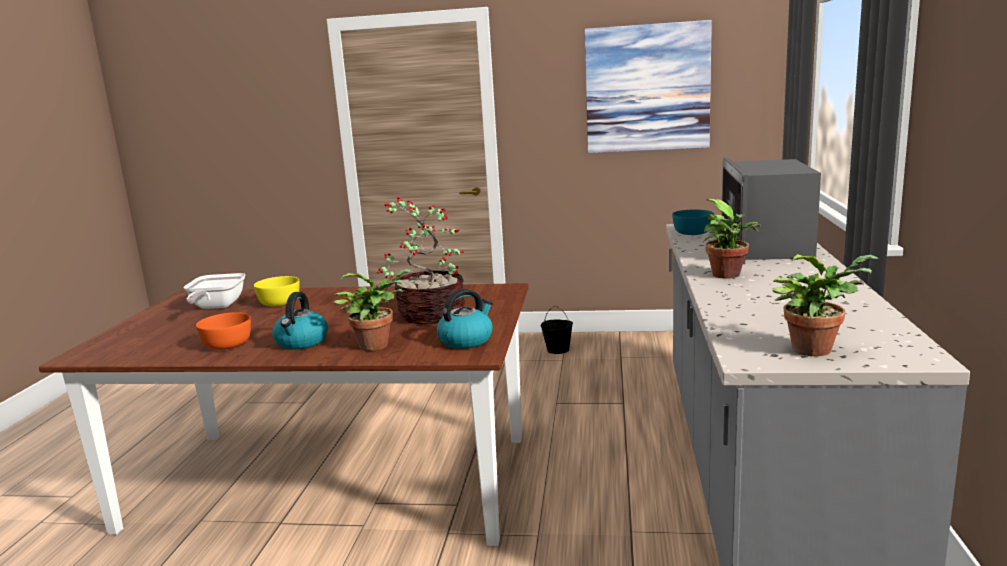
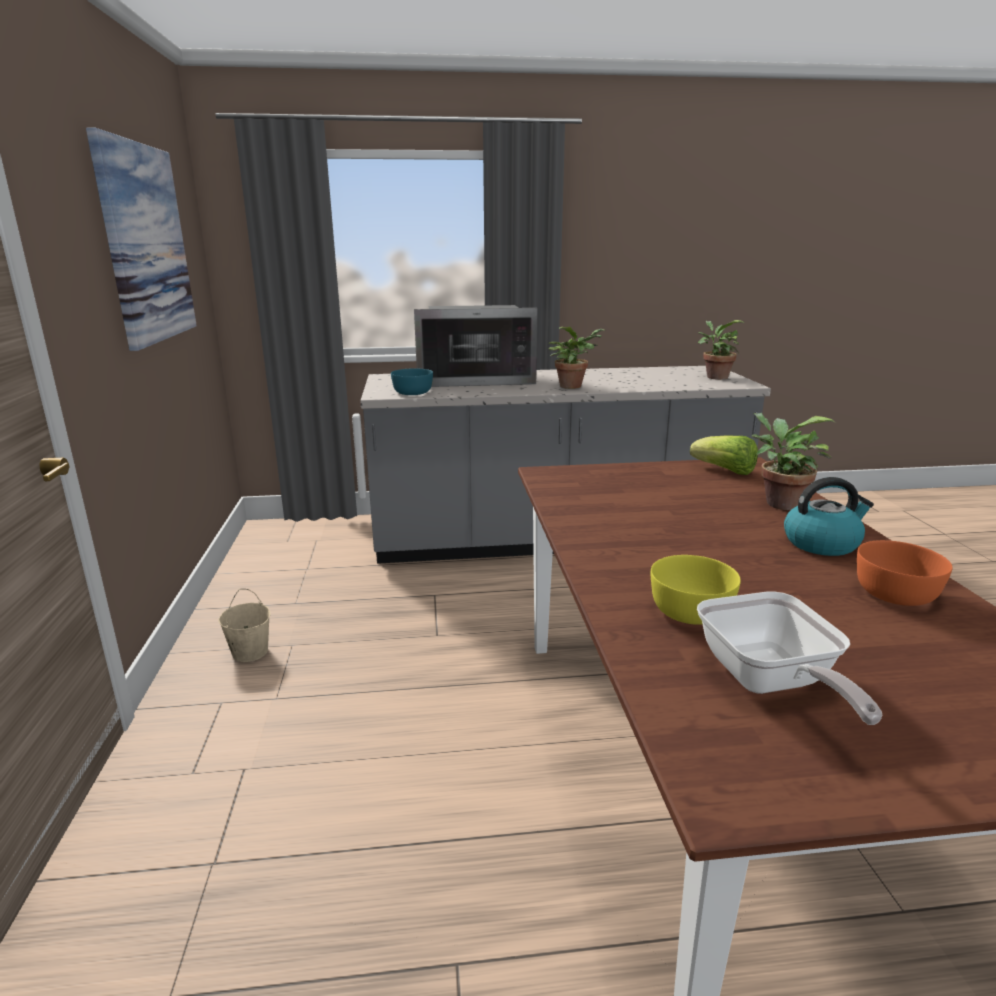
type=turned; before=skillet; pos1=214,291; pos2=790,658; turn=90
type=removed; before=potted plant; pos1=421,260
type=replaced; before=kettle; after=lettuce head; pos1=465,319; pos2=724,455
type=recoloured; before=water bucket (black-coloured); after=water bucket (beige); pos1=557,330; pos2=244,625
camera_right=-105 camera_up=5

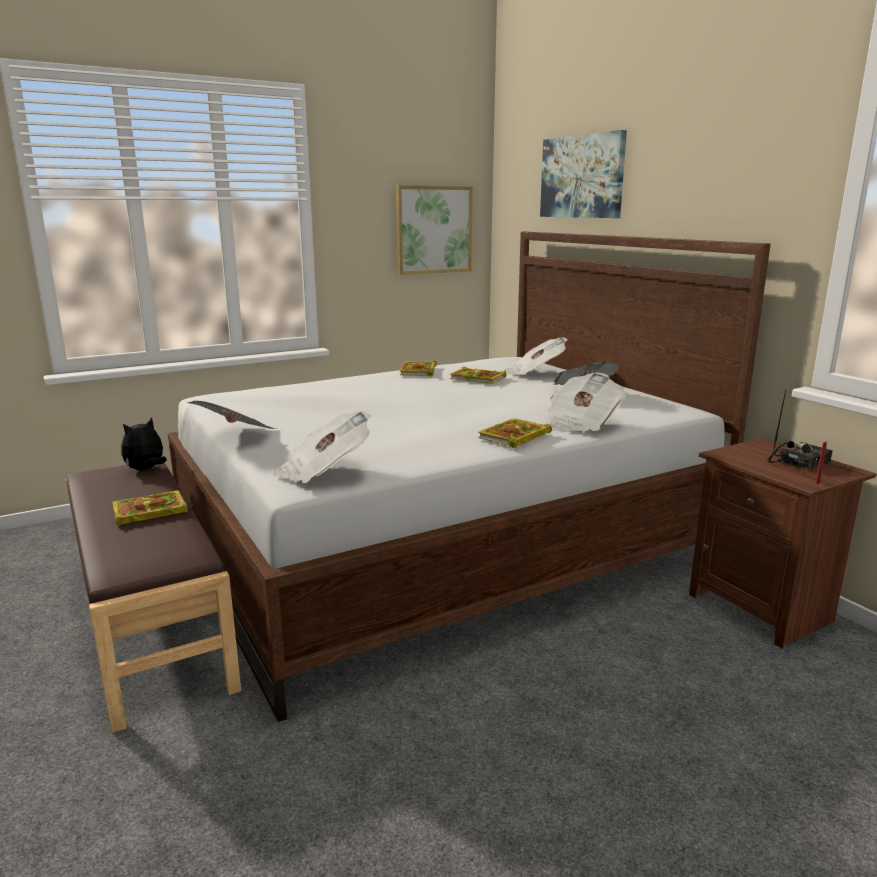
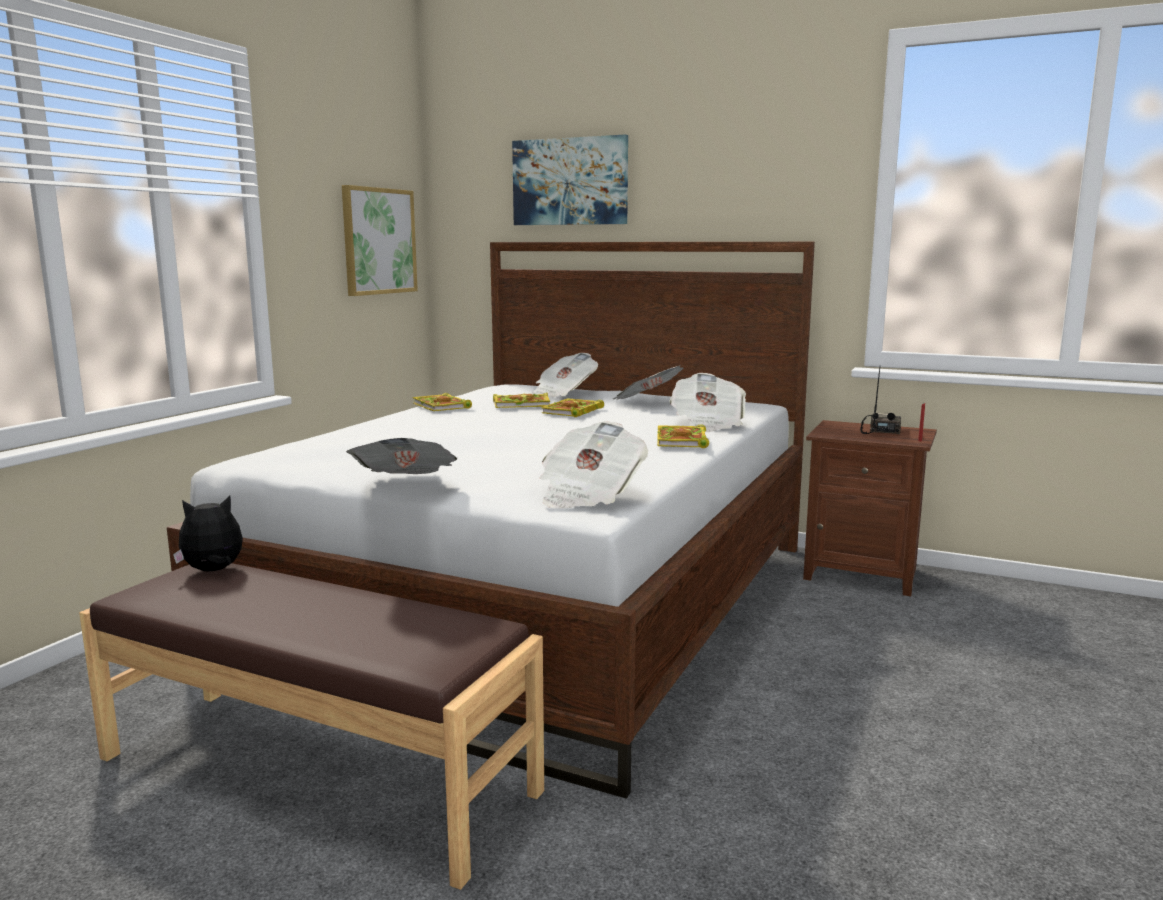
type=moved; before=volume; pos1=150,507; pos2=572,407
type=turned; before=plush toy; pos1=144,443; pos2=208,533; turn=60
camera_right=-35 camera_up=-5

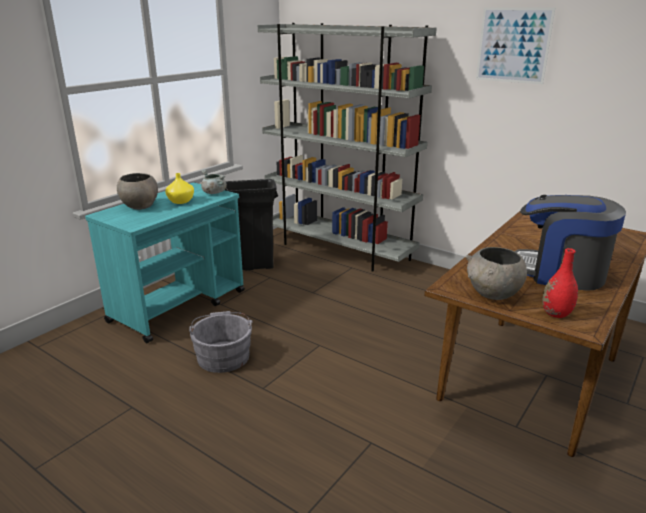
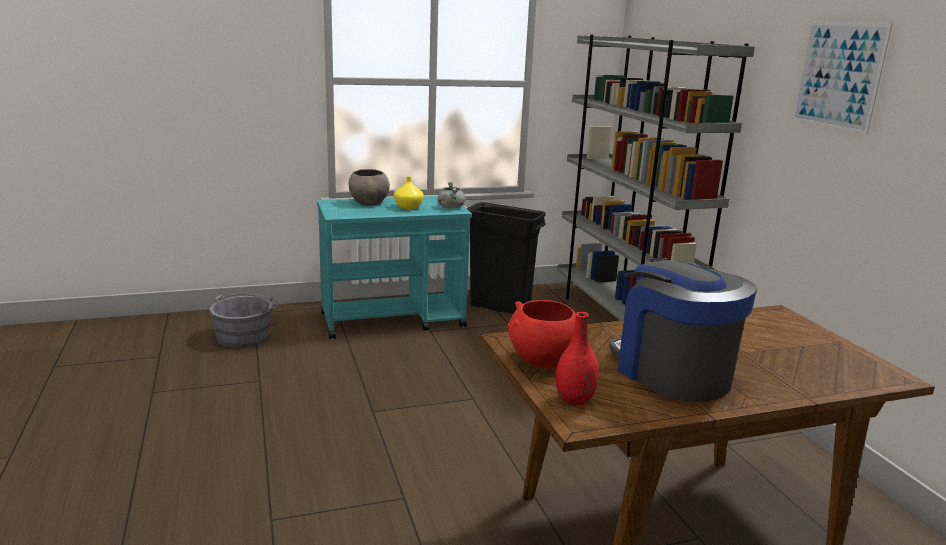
type=moved; before=water bucket (greyish); pos1=221,342; pos2=244,321
type=recoloured; before=deep dish (greyish); after=deep dish (red); pos1=496,273; pos2=542,334
camera_right=35 camera_up=-5

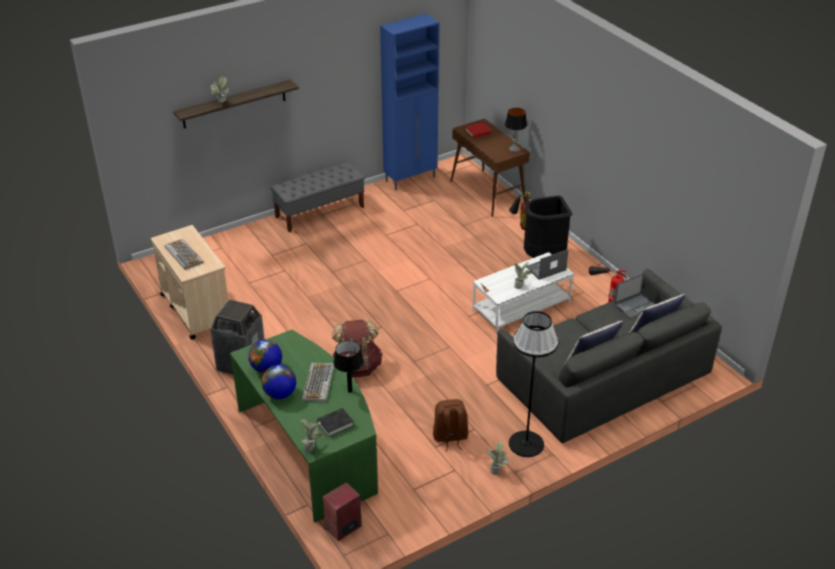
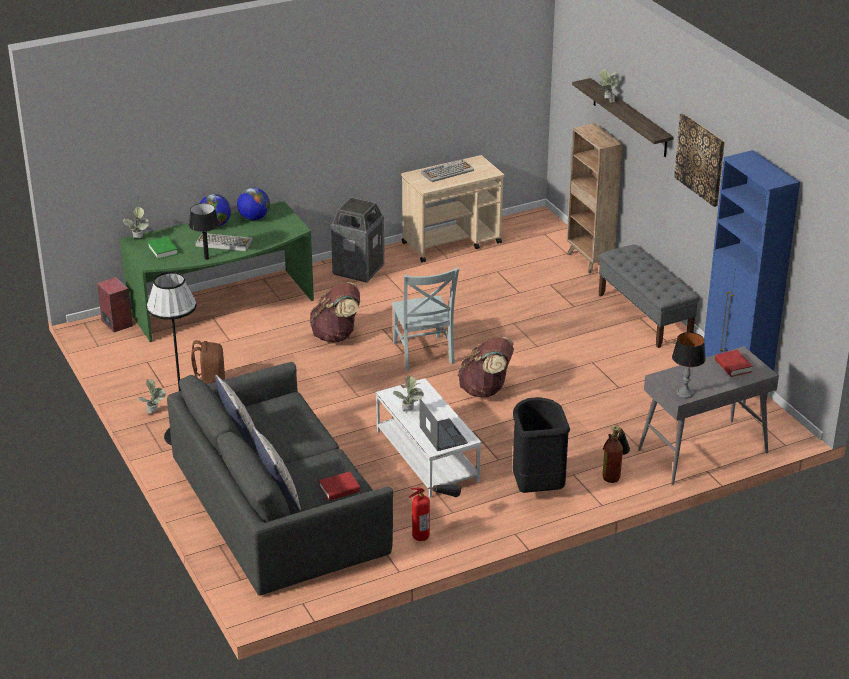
type=recoloured; before=volume (black-coloured); after=volume (greenish); pos1=335,422; pos2=163,248
type=recoloured; before=console table (brownish); after=console table (greyish); pos1=490,168; pos2=708,415
type=replaced; before=laptop; after=volume (red); pos1=634,296; pos2=339,486
type=added; after=plain chair (greyish); pos2=425,319
type=added; after=backpack (brownish); pos2=486,367
type=added; after=shelving unit (brownish); pos2=595,198
type=added; after=wall art; pos2=699,160
camera_right=95 camera_up=-5

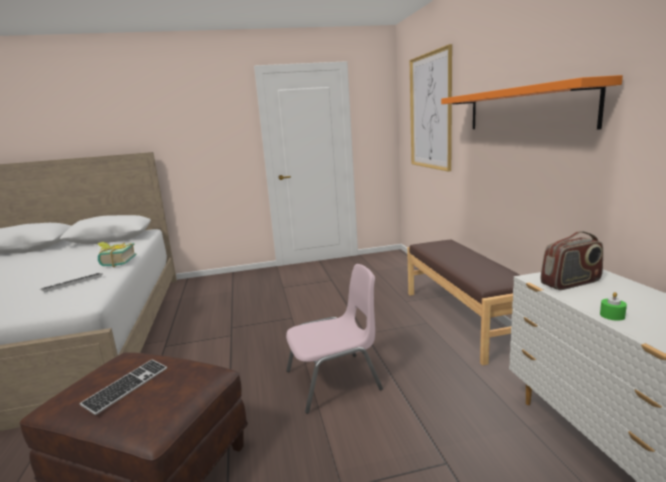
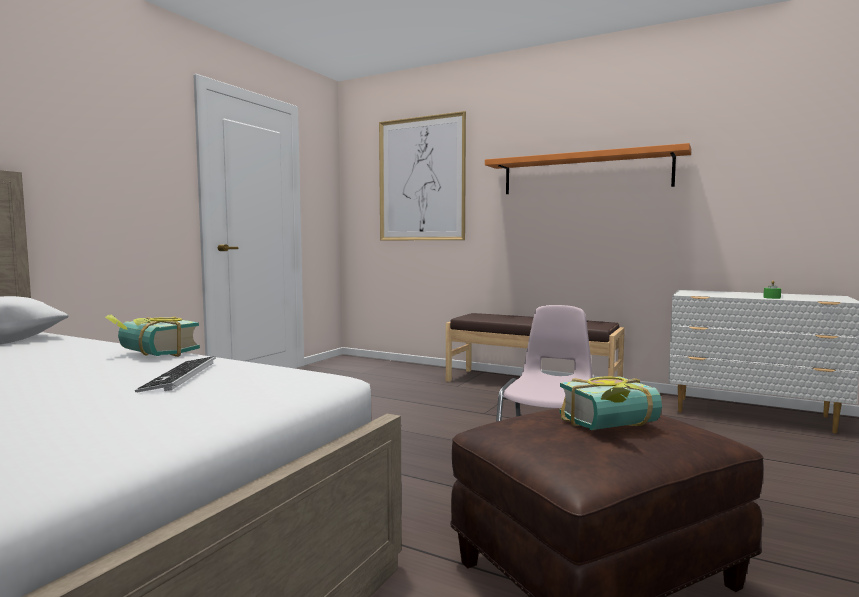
type=replaced; before=PC keyboard; after=volume; pos1=123,387; pos2=610,403
type=removed; before=radio; pos1=572,261
camera_right=-50 camera_up=-10

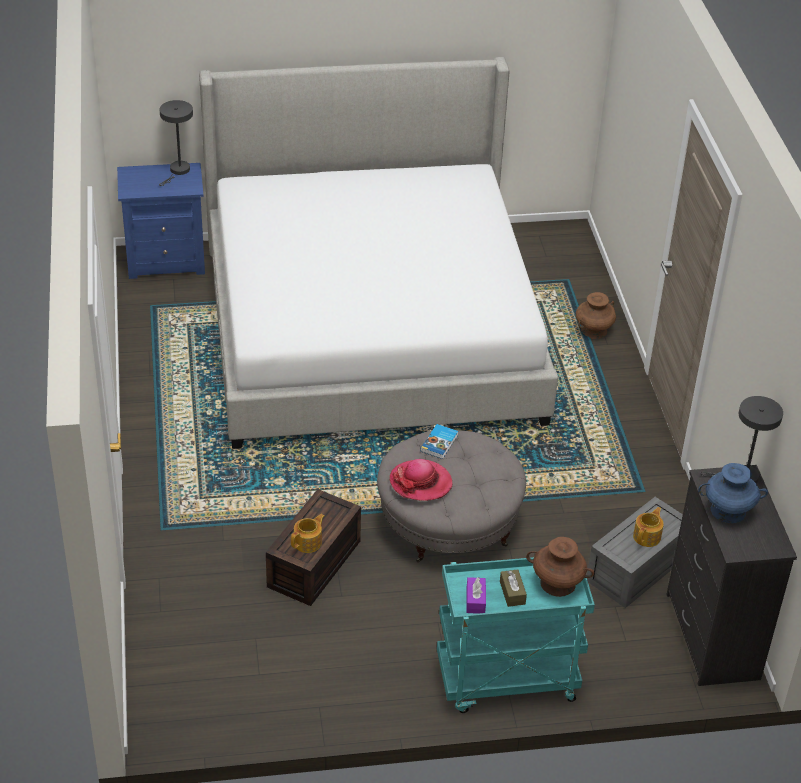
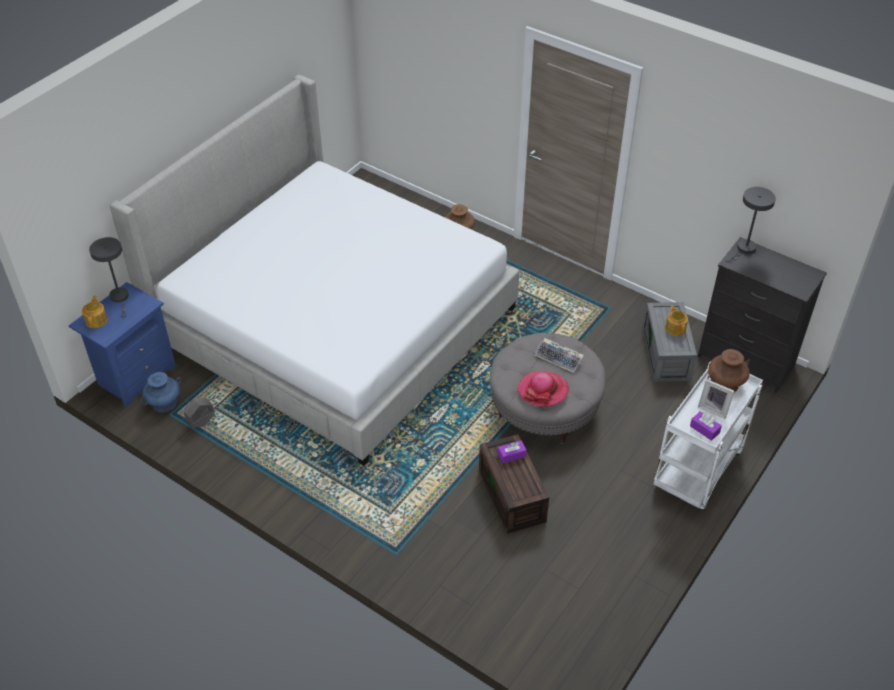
type=moved; before=tea pot; pos1=307,533; pos2=95,311
type=removed; before=volume; pos1=439,441
type=recoloured; before=wheeled cart (turquoise); after=wheeled cart (whitish); pos1=516,635; pos2=708,435
type=replaced; before=box of tissues (brownish); after=standing frame; pos1=513,588; pos2=716,399
type=moved; before=vase (blue-coloured); pos1=733,493; pos2=161,392
type=added; after=plant pot (greyish); pos2=199,413
type=added; after=box of tissues (purplish); pos2=512,451
type=added; after=PC keyboard; pos2=559,355
camera_right=-45 camera_up=5

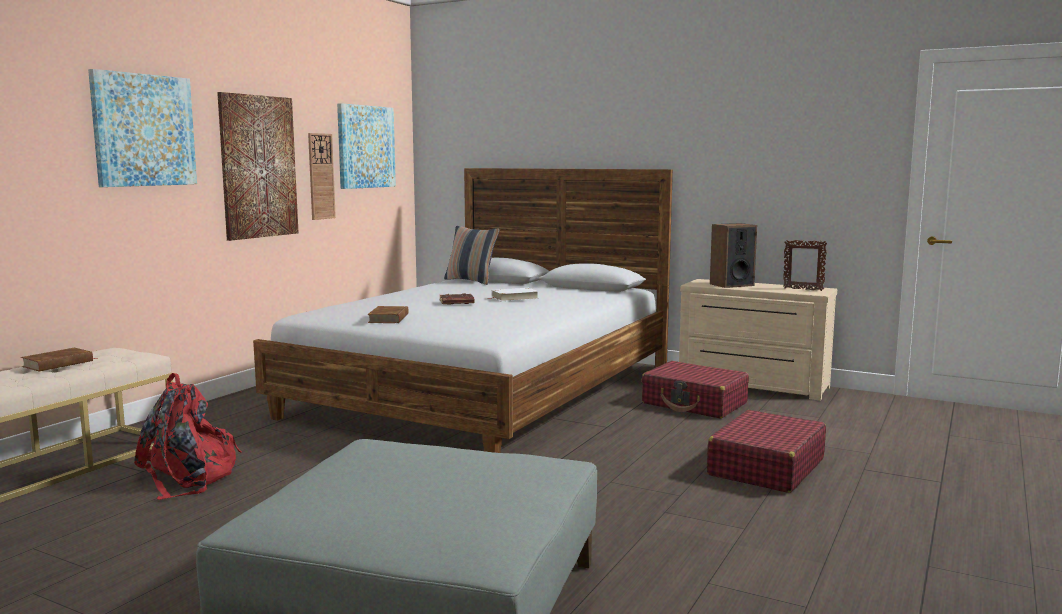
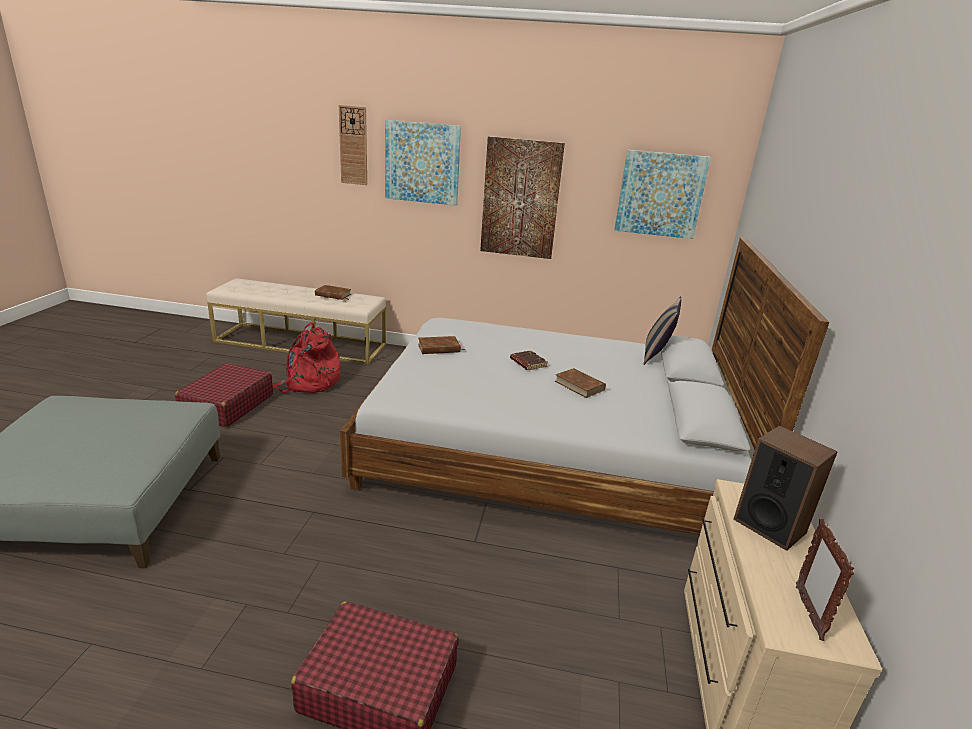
type=moved; before=wall clock; pos1=322,176; pos2=353,145
type=recoloured; before=volume (whitish); after=volume (brownish); pos1=513,294; pos2=580,383
type=moved; before=travel case (red); pos1=695,390; pos2=224,395
camera_right=70 camera_up=15

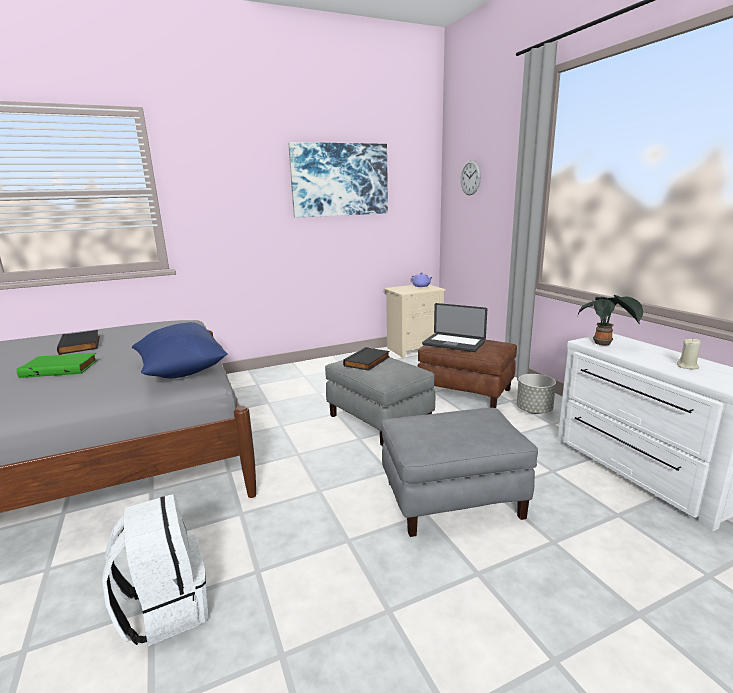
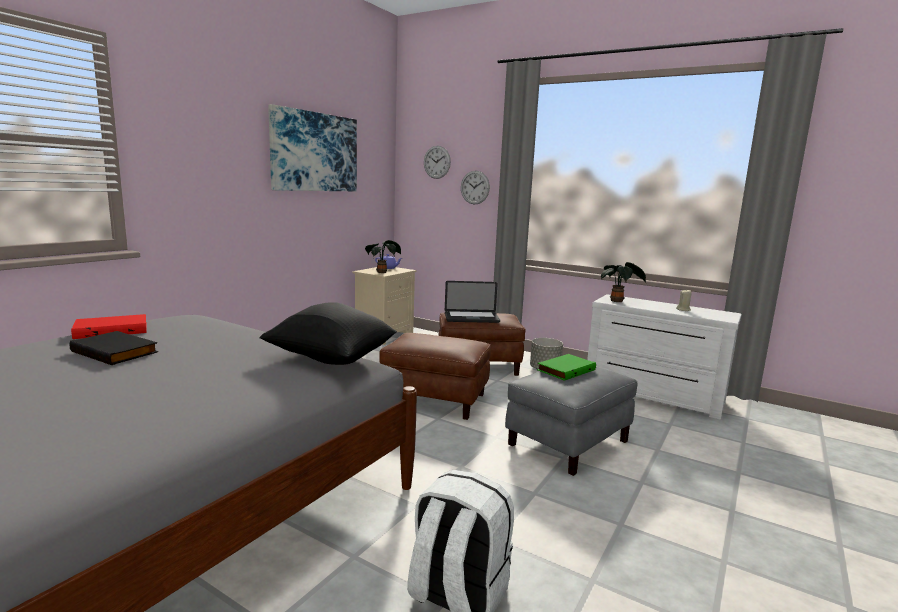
type=moved; before=volume (greenish); pos1=57,365; pos2=566,367
type=recoloured; before=pillow (blue-coloured); after=pillow (black-coloured); pos1=179,350; pos2=328,333
type=recoloured; before=ottoman (greyish); after=ottoman (brownish); pos1=380,401; pos2=435,376
type=removed; before=volume (black-coloured); pos1=366,359
type=added; after=volume (red); pos2=109,326
type=added; after=potted plant; pos2=383,256
type=added; after=wall clock; pos2=475,187
camera_right=-35 camera_up=-5

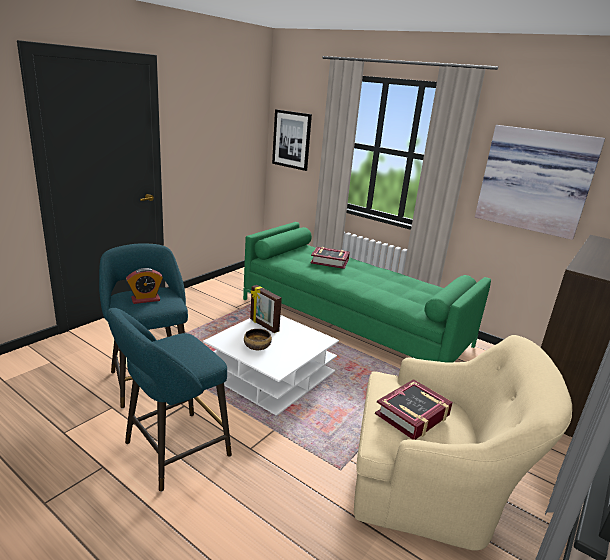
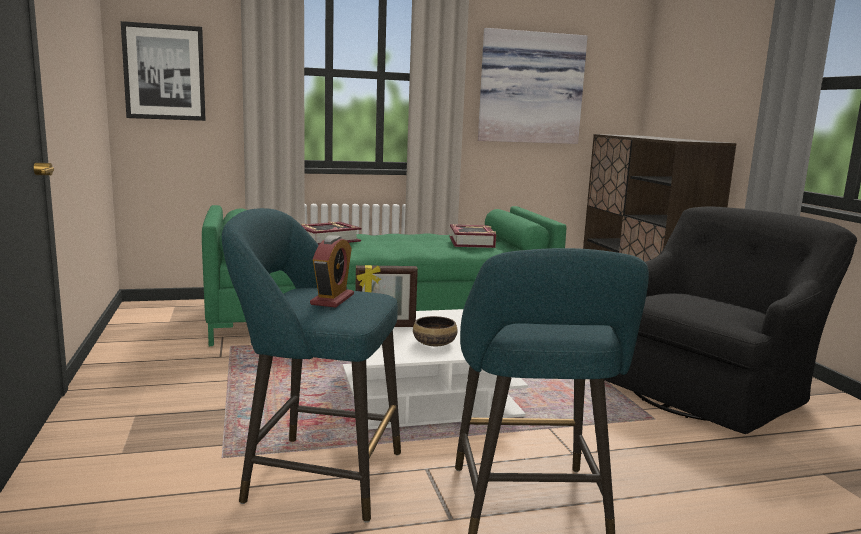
type=recoloured; before=lounge chair (beige); after=lounge chair (black-coloured); pos1=463,442; pos2=730,320
type=moved; before=volume; pos1=414,409; pos2=472,236
camera_right=-50 camera_up=-10

